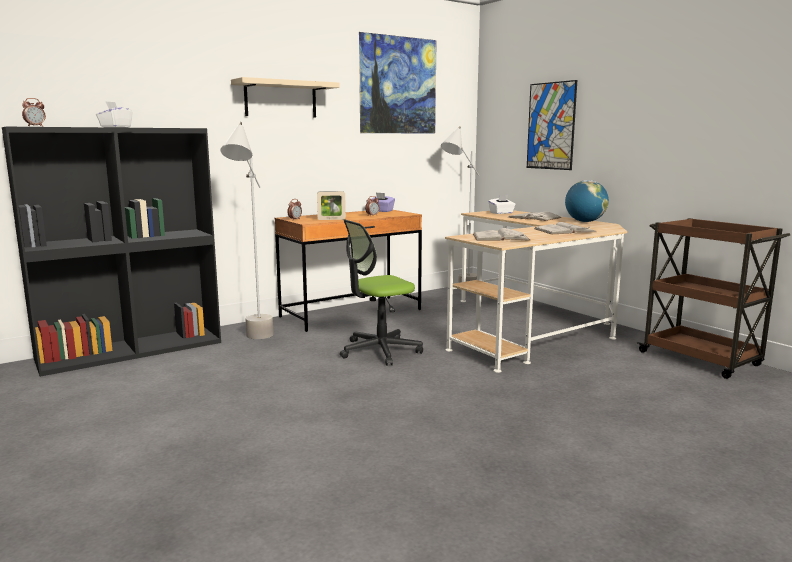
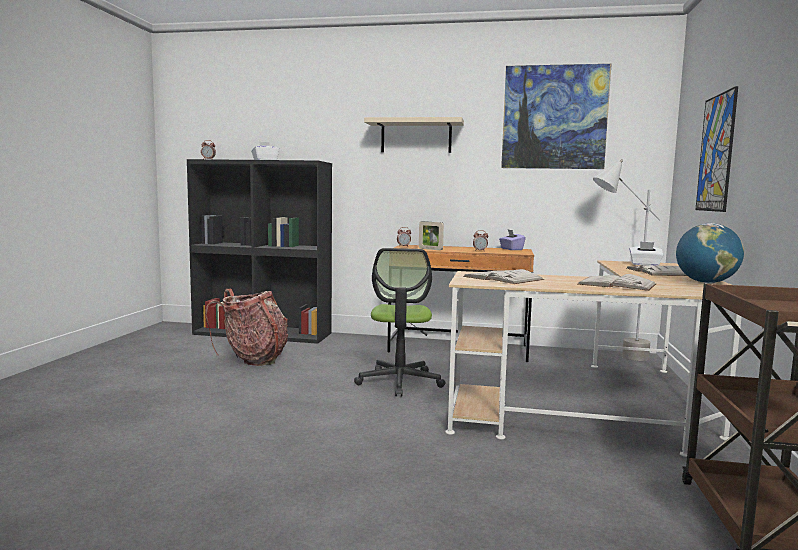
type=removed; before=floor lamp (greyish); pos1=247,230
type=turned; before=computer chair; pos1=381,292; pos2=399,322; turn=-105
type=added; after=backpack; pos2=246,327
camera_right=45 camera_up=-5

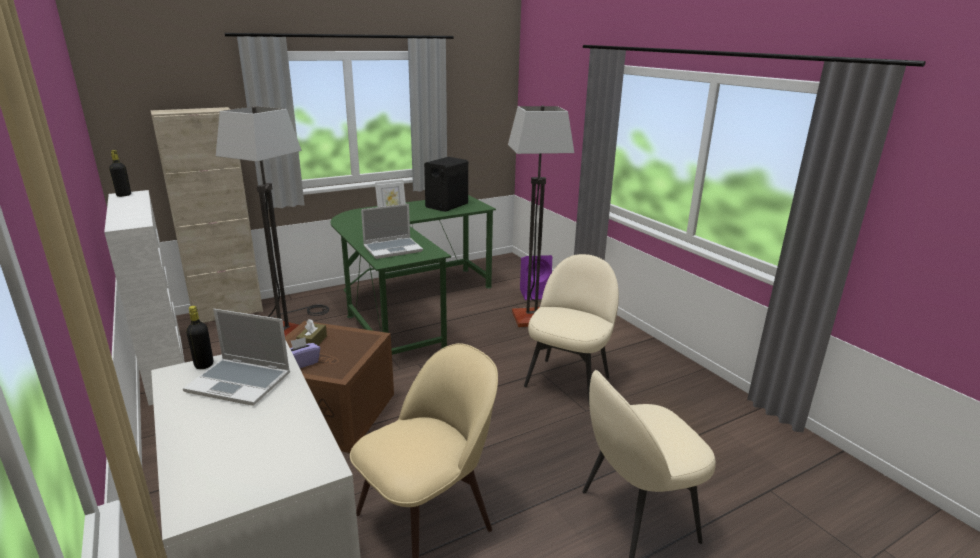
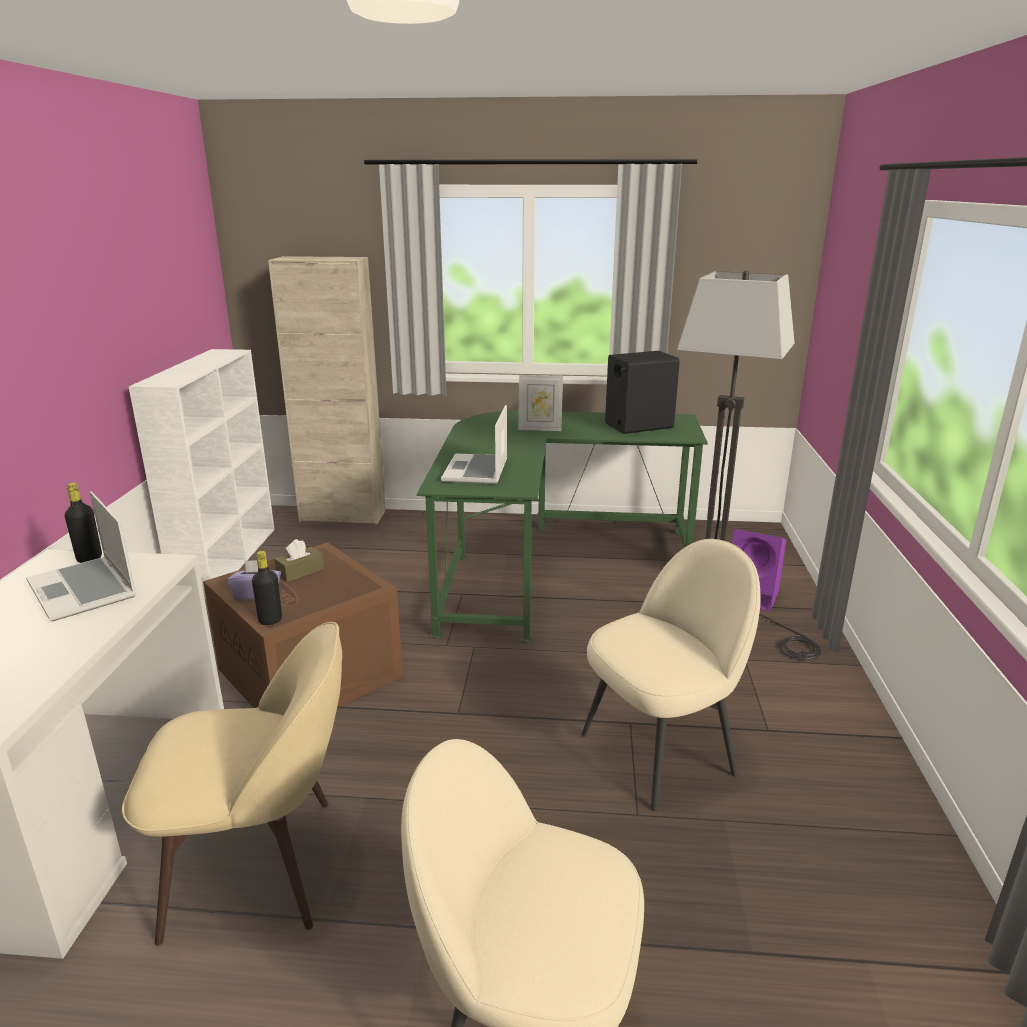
type=moved; before=bottle (black-coloured); pos1=120,173; pos2=267,588
type=removed; before=floor lamp; pos1=272,221
type=turned; before=laptop; pos1=392,231; pos2=474,444; turn=90
camera_right=35 camera_up=0

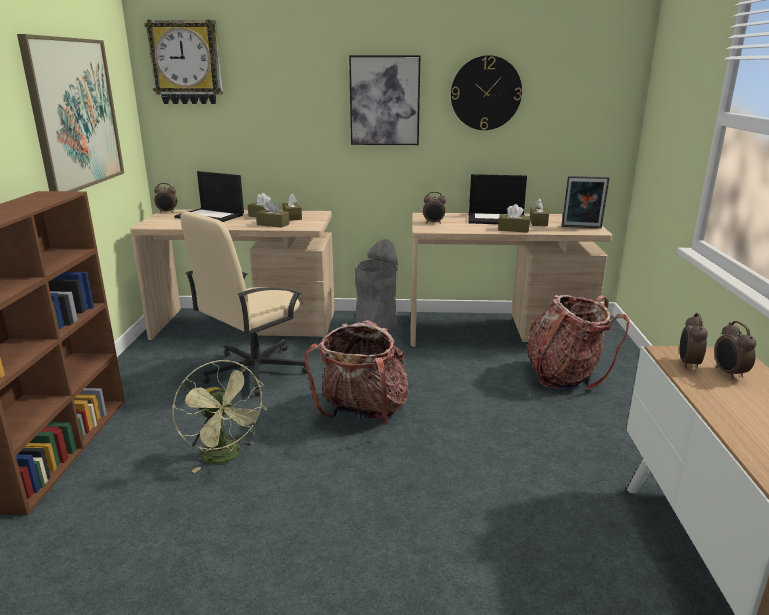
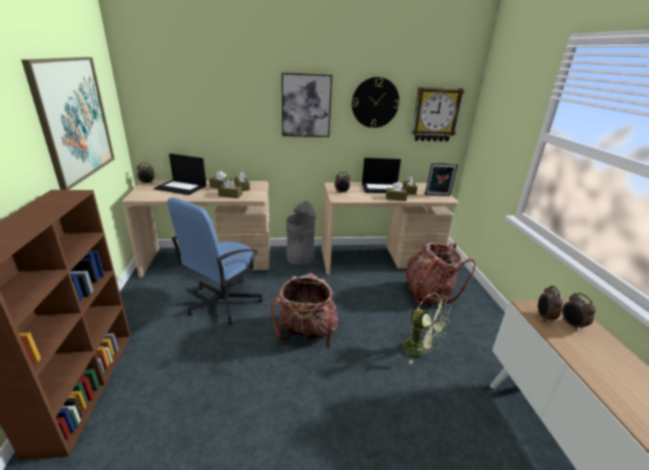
type=moved; before=wall clock; pos1=183,62; pos2=437,114
type=moved; before=cooling fan (greenish); pos1=219,416; pos2=426,328
type=recoloured; before=computer chair (beige); after=computer chair (blue-coloured); pos1=245,304; pos2=215,260
camera_right=-10 camera_up=5

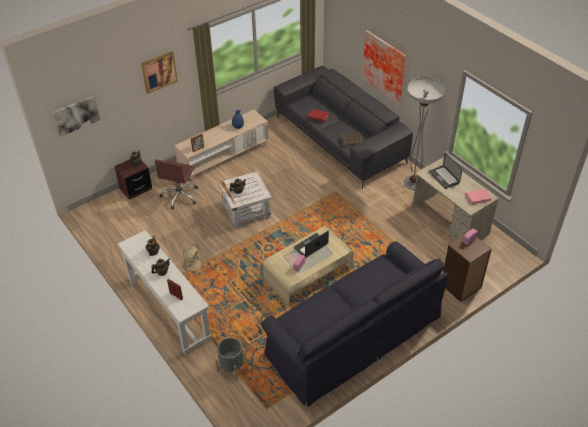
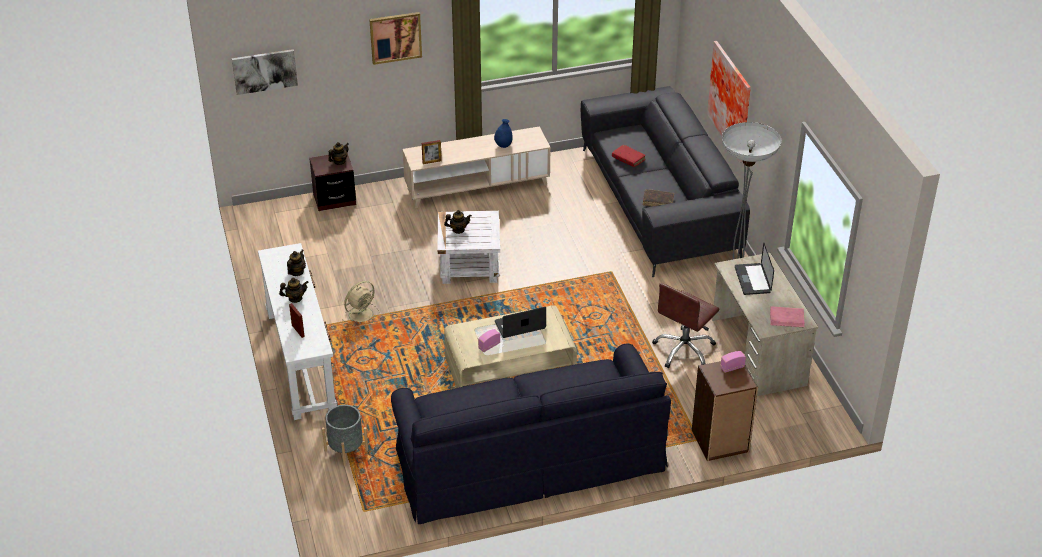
type=moved; before=computer chair (brownish); pos1=176,184; pos2=685,325
camera_right=20 camera_up=-5

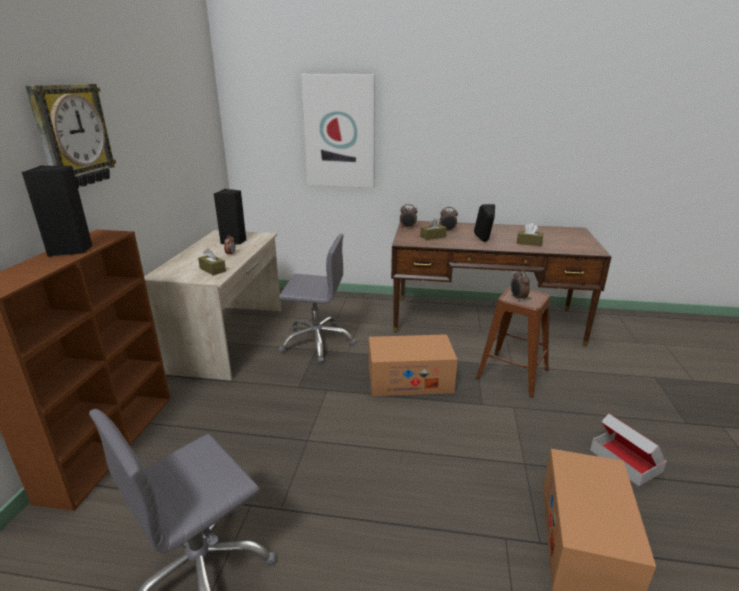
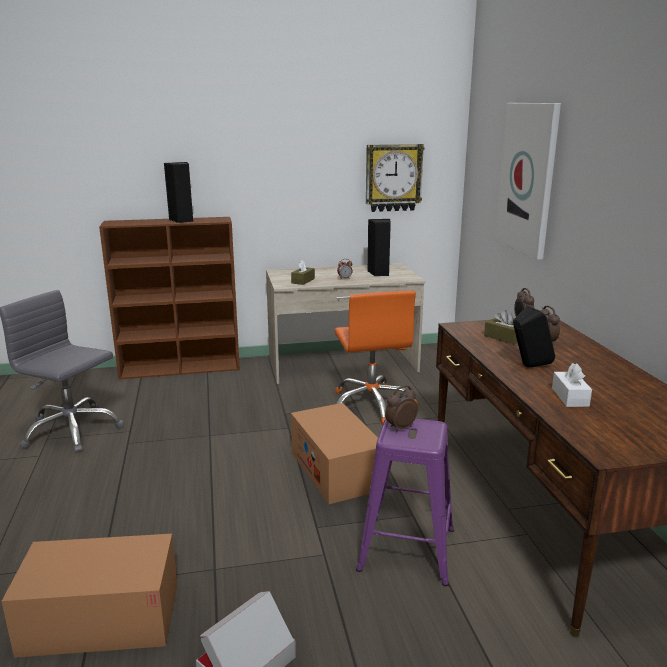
type=moved; before=wall clock; pos1=70,136; pos2=395,178
type=recoloured; before=computer chair (greyish); after=computer chair (orange); pos1=317,298; pos2=376,358
type=recoloured; before=stool (brownish); after=stool (purplish); pos1=513,342; pos2=405,502
type=recoloured; before=box of tissues (brownish); after=box of tissues (whitish); pos1=530,234; pos2=572,385
camera_right=70 camera_up=-5

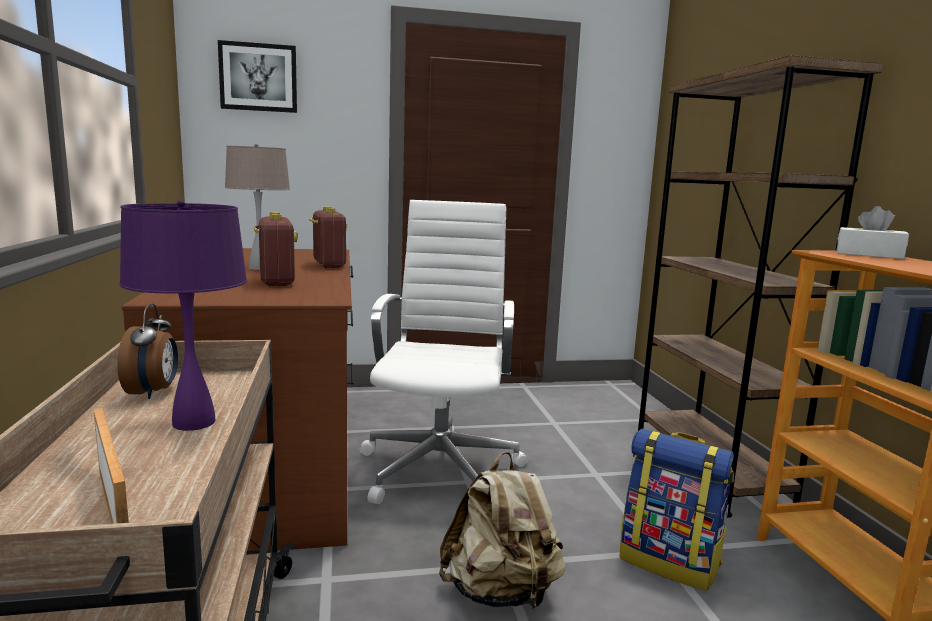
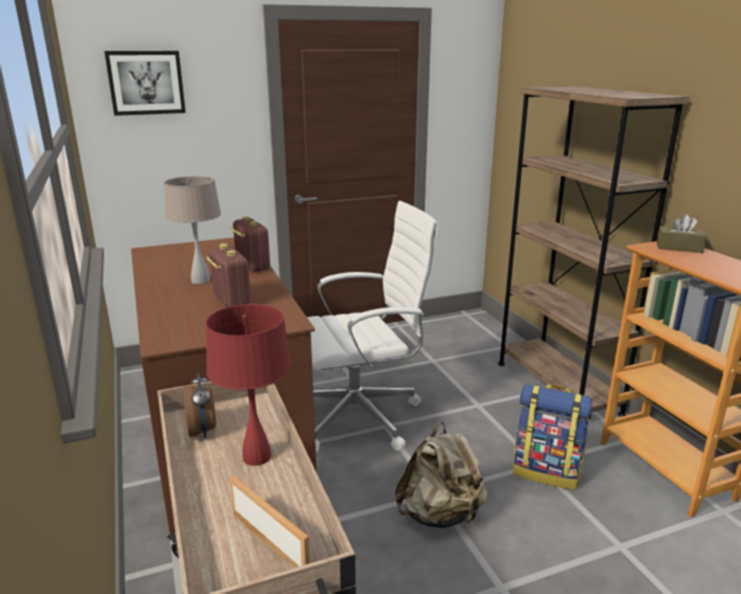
type=recoloured; before=tabletop lamp (purplish); after=tabletop lamp (red); pos1=183,315; pos2=248,385
type=turned; before=computer chair (whitish); pos1=443,352; pos2=373,327; turn=75
type=recoloured; before=box of tissues (whitish); after=box of tissues (brownish); pos1=873,232; pos2=682,233
camera_right=-10 camera_up=10

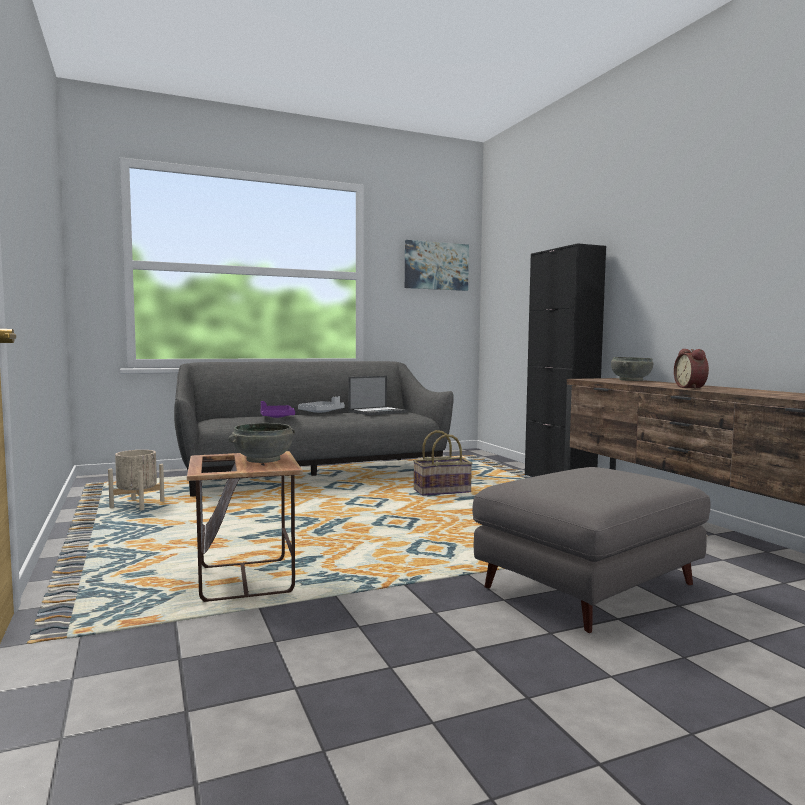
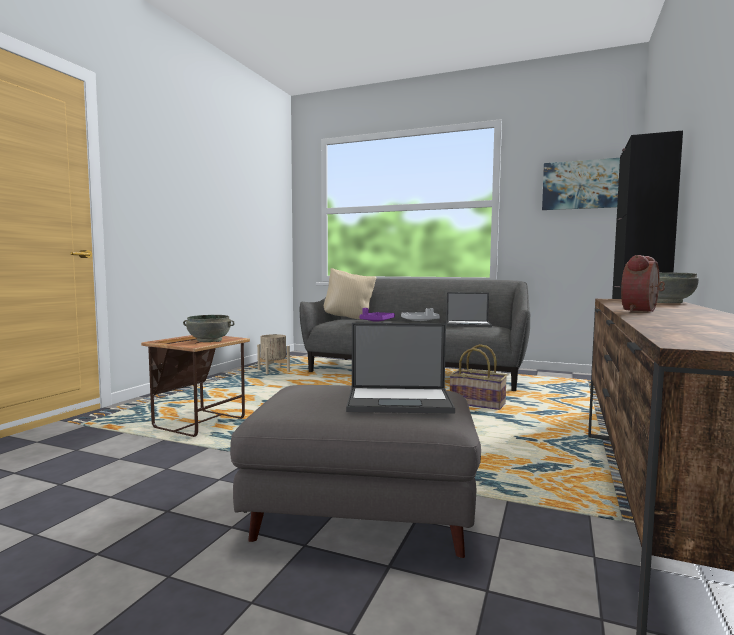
type=added; after=pillow (beige); pos2=350,294
type=added; after=laptop; pos2=400,368
camera_right=45 camera_up=0

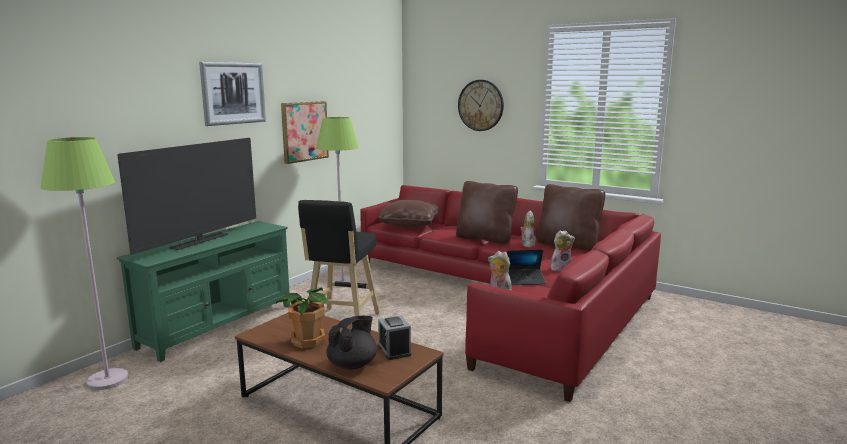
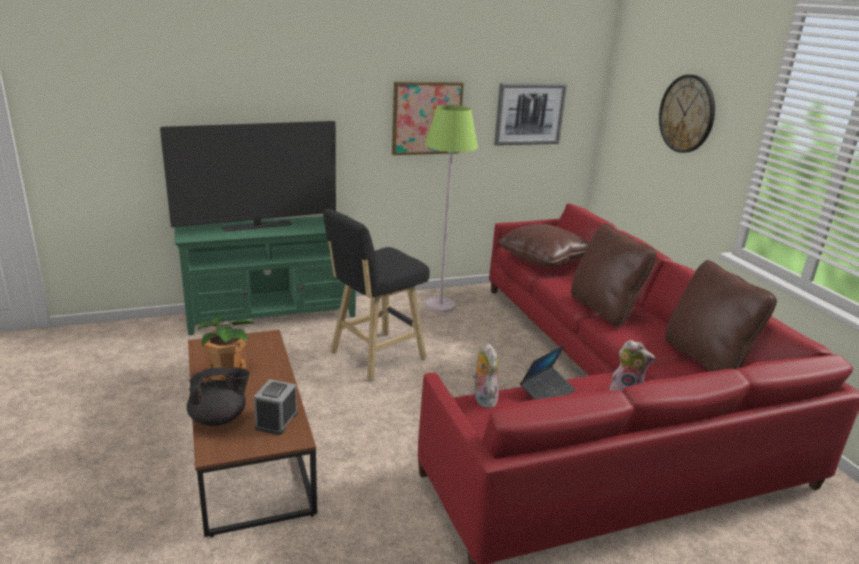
type=removed; before=floor lamp (greenish); pos1=84,263
type=moved; before=wall art; pos1=232,94; pos2=530,114
type=turned; before=laptop; pos1=526,267; pos2=548,372; turn=-75
type=removed; before=plush toy; pos1=528,229
camera_right=35 camera_up=10

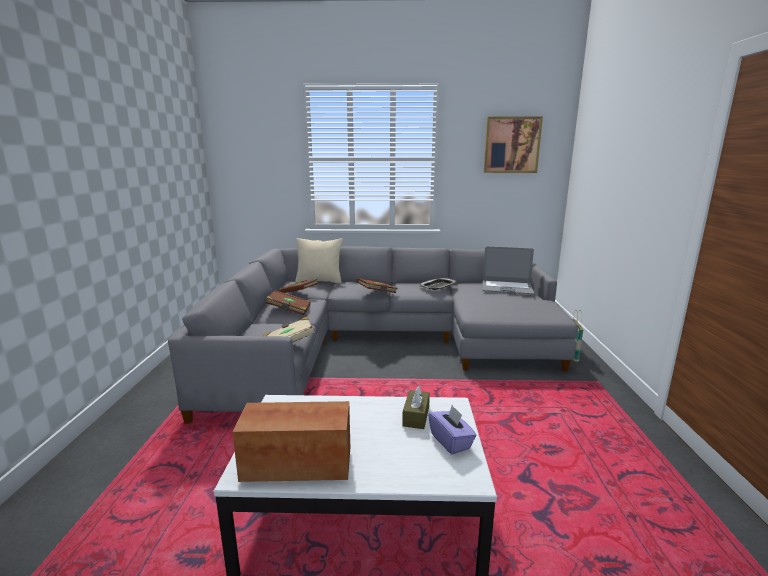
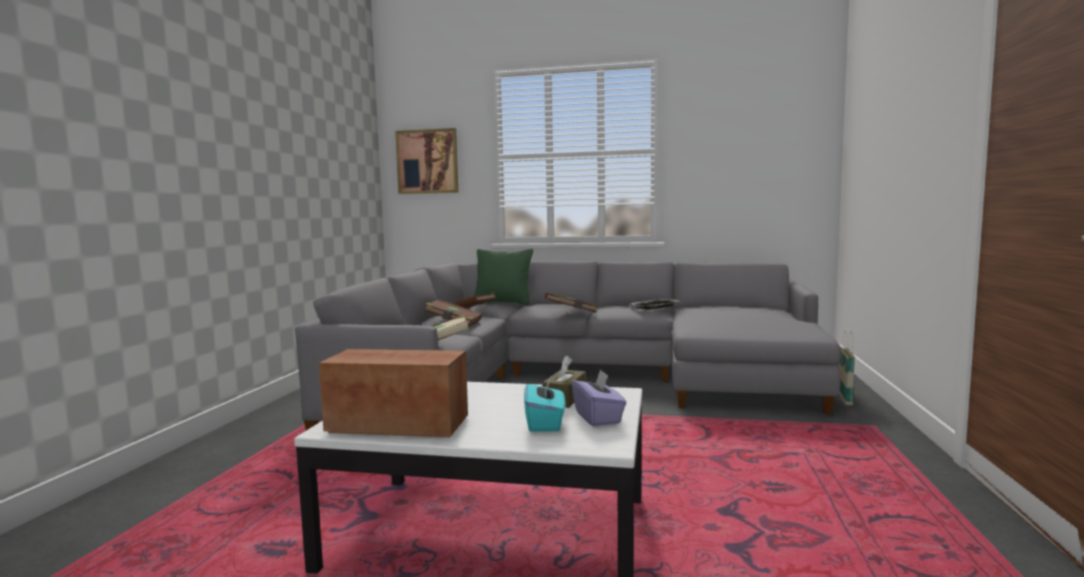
type=recoloured; before=pillow (beige); after=pillow (greenish); pos1=319,260; pos2=503,277
type=removed; before=laptop; pos1=508,270
type=moved; before=wall art; pos1=513,145; pos2=426,161
type=added; after=box of tissues (turquoise); pos2=544,403
camera_right=10 camera_up=-10

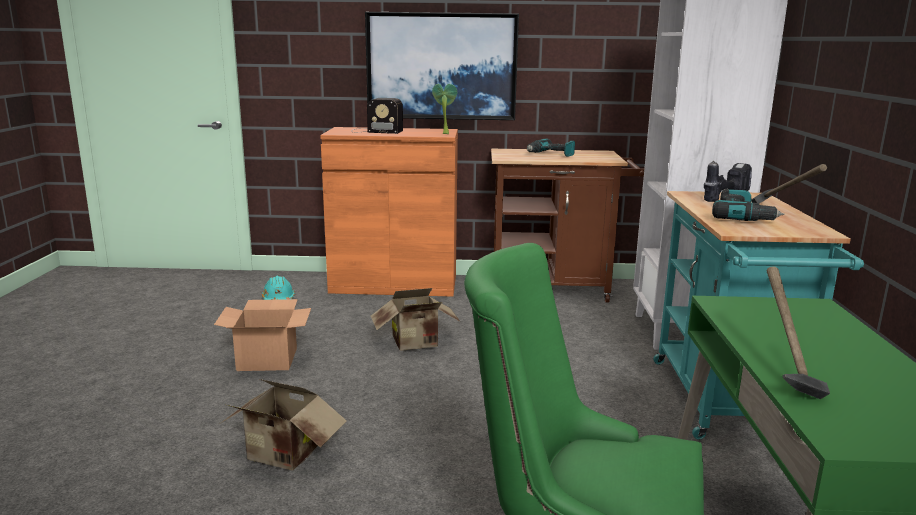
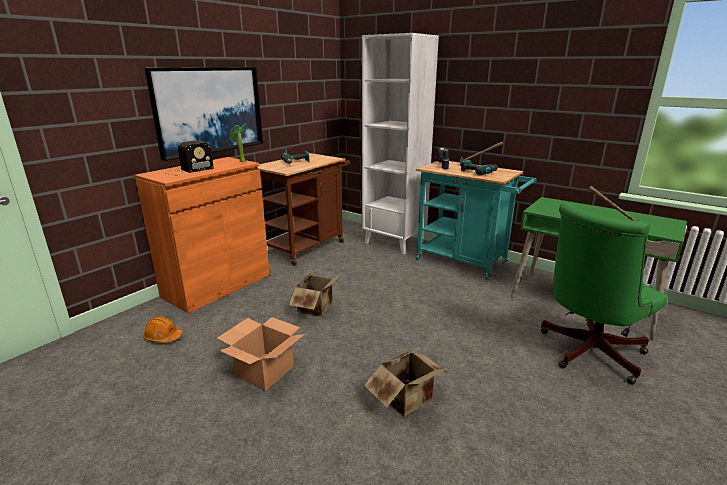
type=recoloured; before=work helmet (turquoise); after=work helmet (orange); pos1=278,288; pos2=162,329
camera_right=-55 camera_up=5

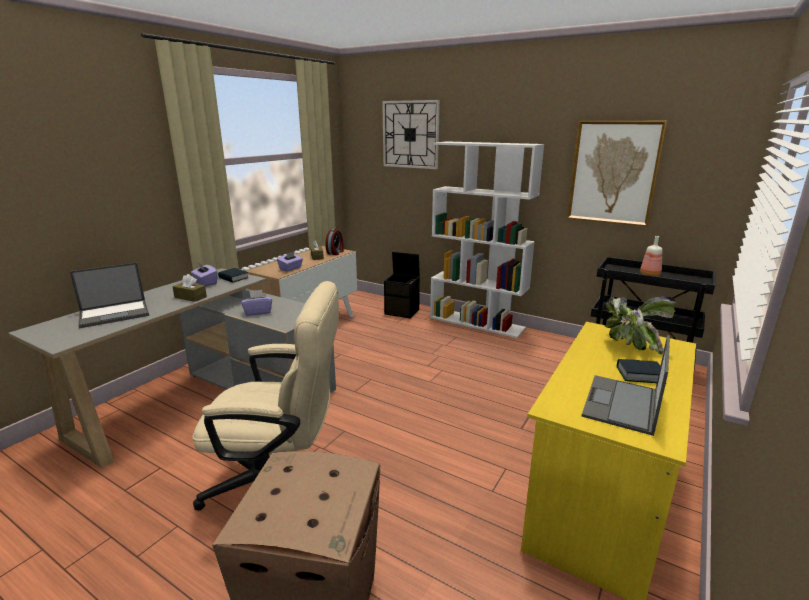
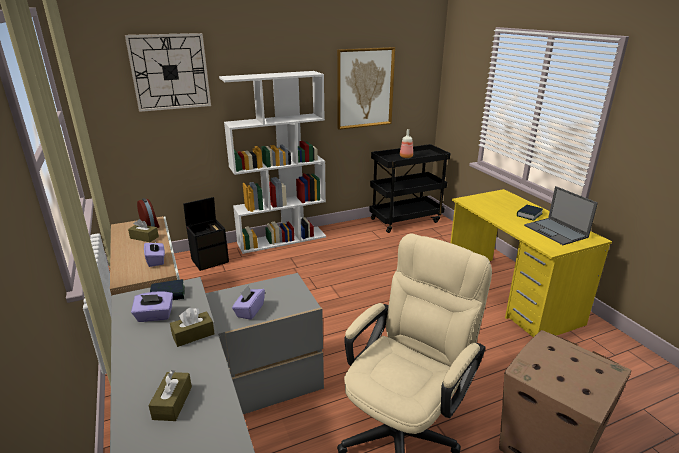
type=replaced; before=laptop; after=box of tissues (brownish); pos1=109,295; pos2=170,395
type=removed; before=potted plant; pos1=640,325
camera_right=-55 camera_up=5

